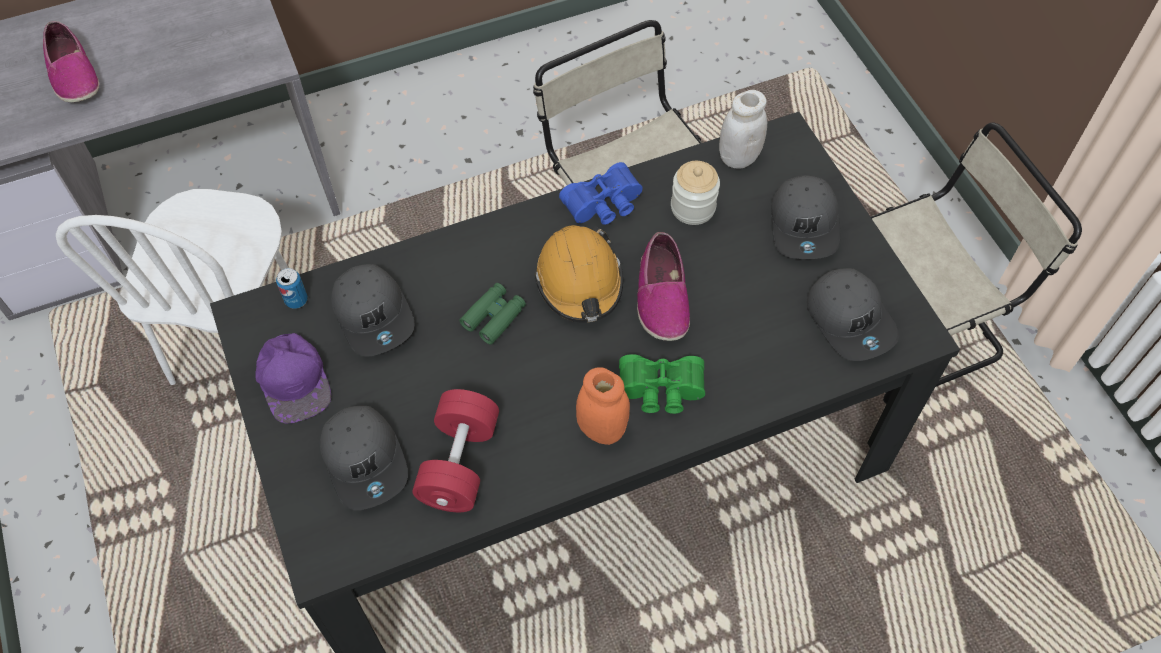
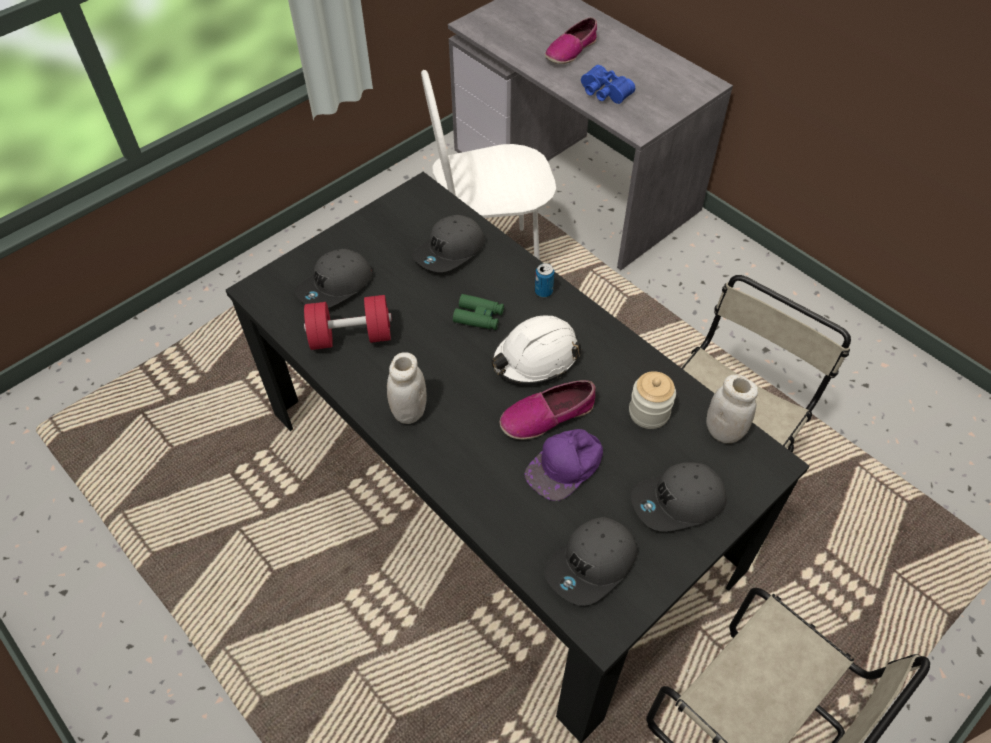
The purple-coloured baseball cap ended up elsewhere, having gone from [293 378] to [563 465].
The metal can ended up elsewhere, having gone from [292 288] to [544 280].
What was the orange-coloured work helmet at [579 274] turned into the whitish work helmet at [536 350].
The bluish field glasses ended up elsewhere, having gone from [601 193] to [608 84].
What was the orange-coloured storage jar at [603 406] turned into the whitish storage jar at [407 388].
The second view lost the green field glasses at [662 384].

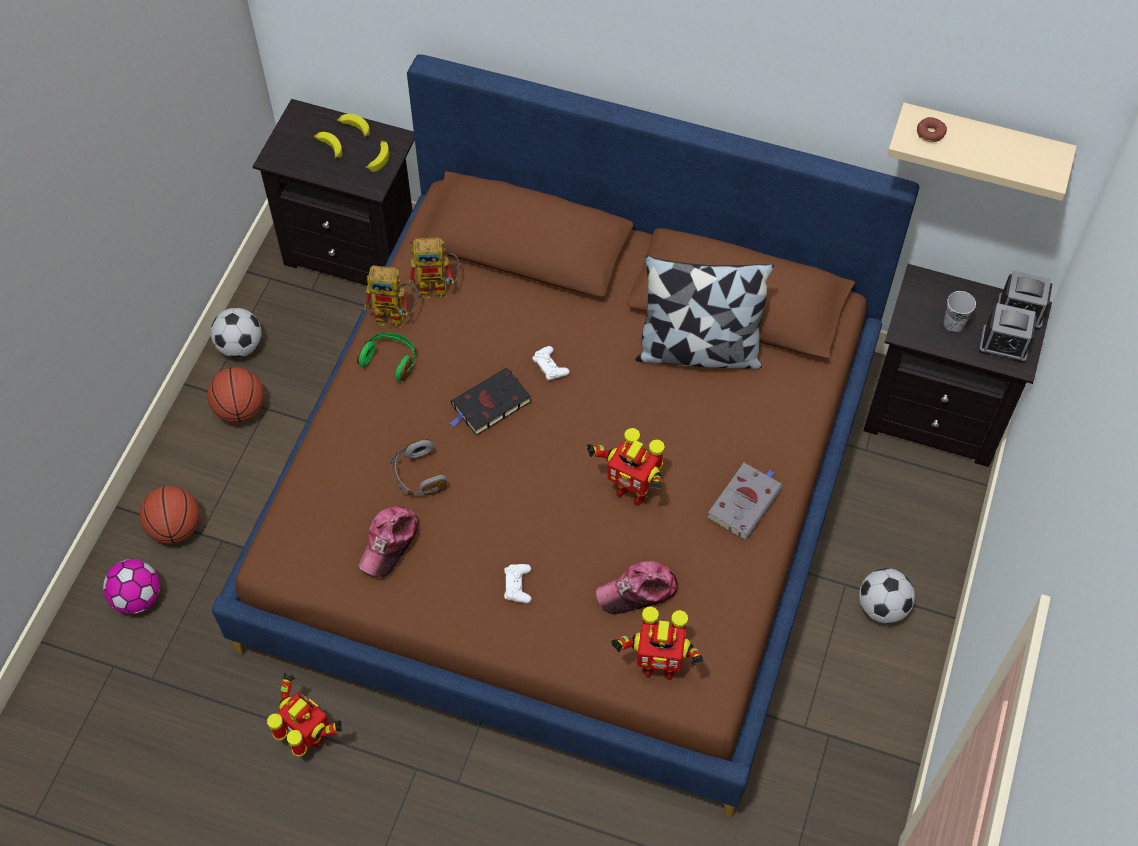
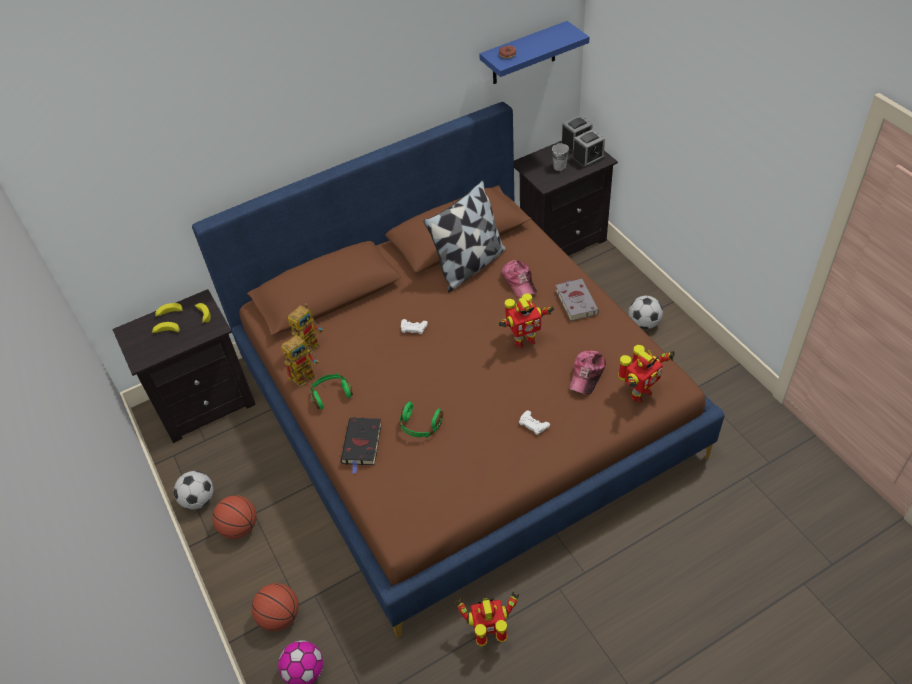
The baseball cap ended up elsewhere, having gone from [389 541] to [519 279].
What was the grey headset at [418 467] turned into the green headset at [421 420].
The black-coloured bound book ended up elsewhere, having gone from [490 401] to [361 445].
What was the sand-coloured bracket shelf at [982 152] turned into the bluish bracket shelf at [534 52].

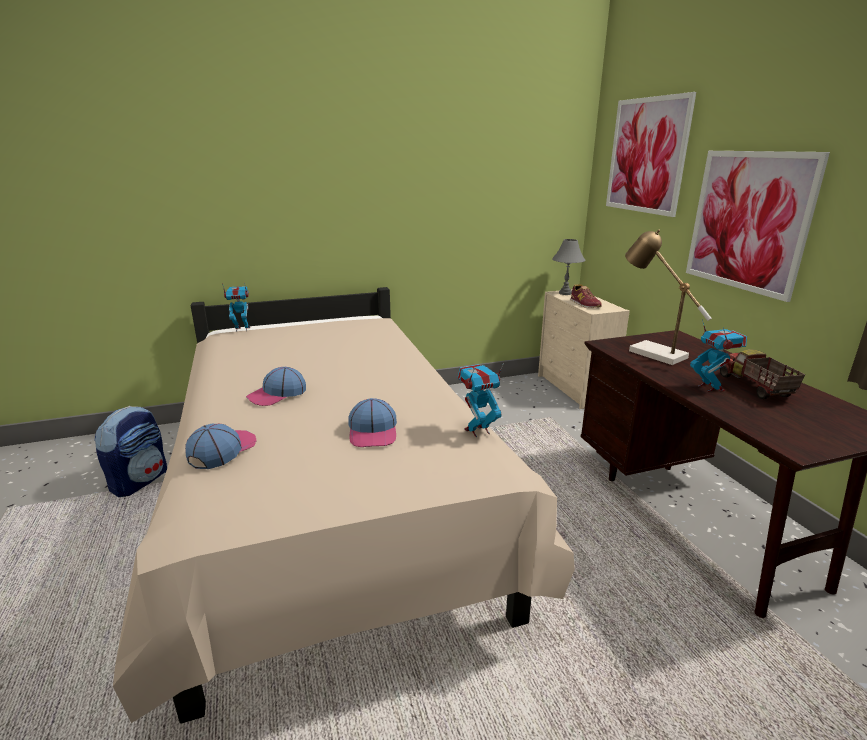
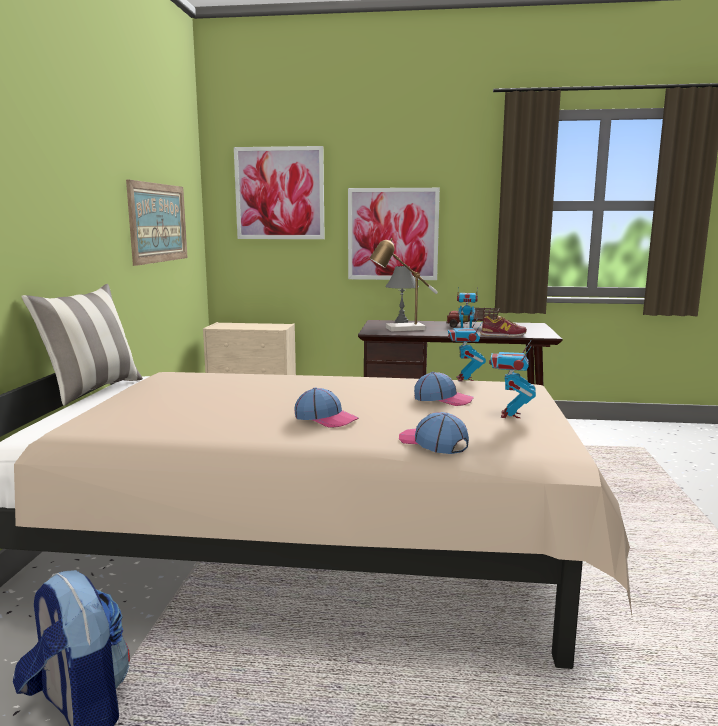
The robot figure ended up elsewhere, having gone from [236 307] to [512 379].
The baseball cap at [276 386] ended up facing another way, 45 degrees counterclockwise from before.
The grey tabletop lamp ended up elsewhere, having gone from [569 267] to [402 294].
The item of footwear ended up elsewhere, having gone from [586 296] to [503 326].
The second view gained the cushion at [82 345].
The second view gained the wall art at [157 223].

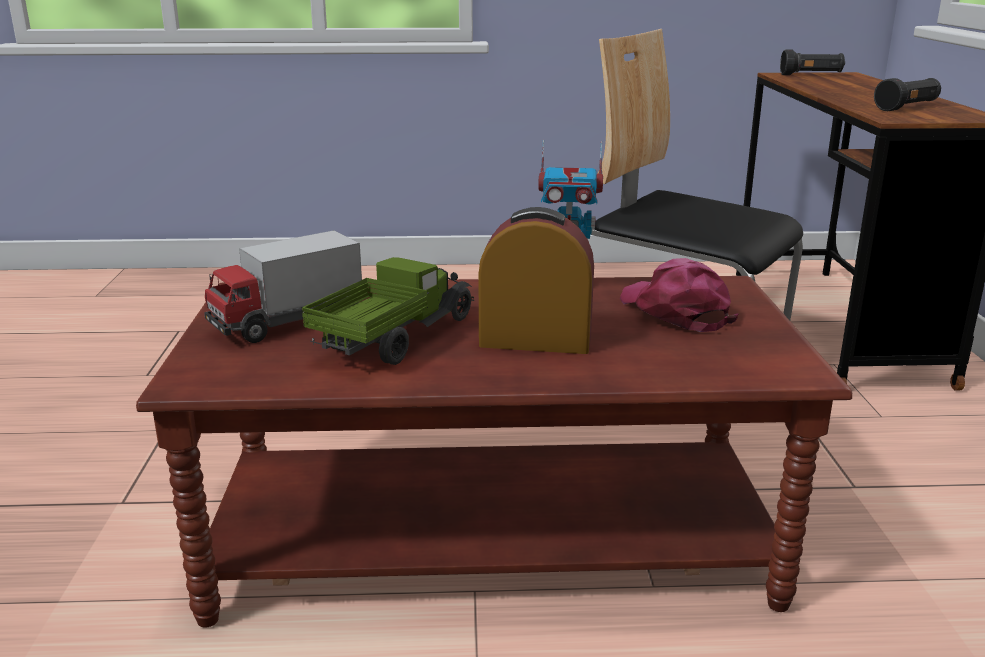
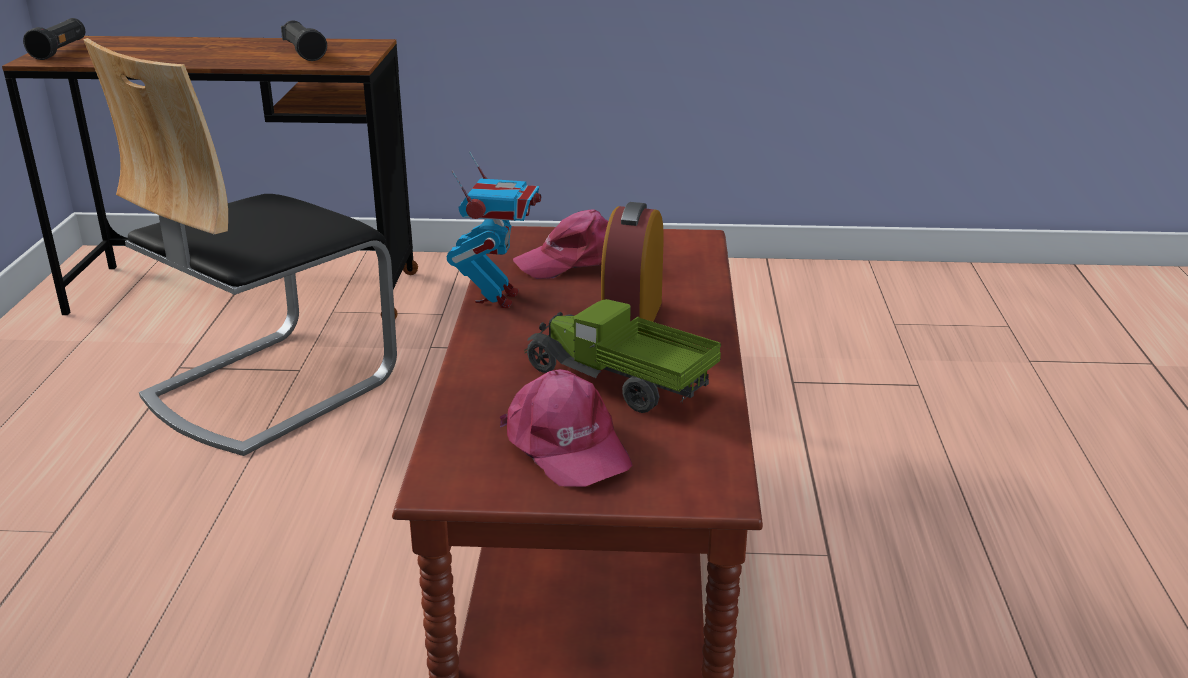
Where the toy lorry stood at [283 286], the pinkish baseball cap came to stand at [566 428].

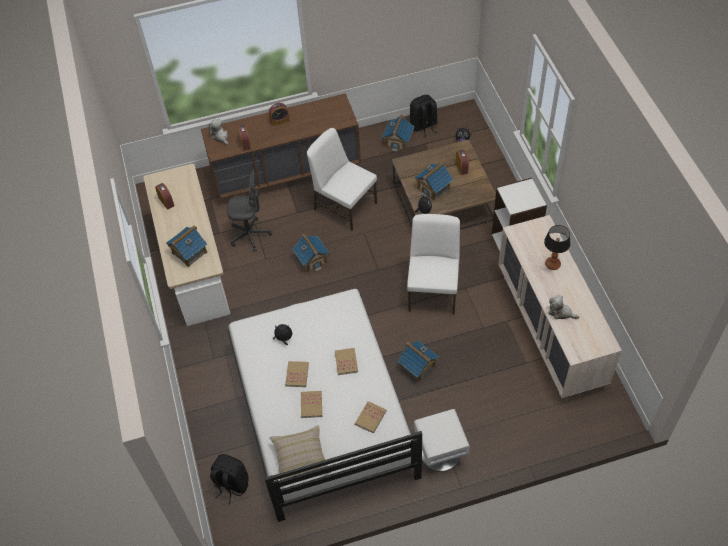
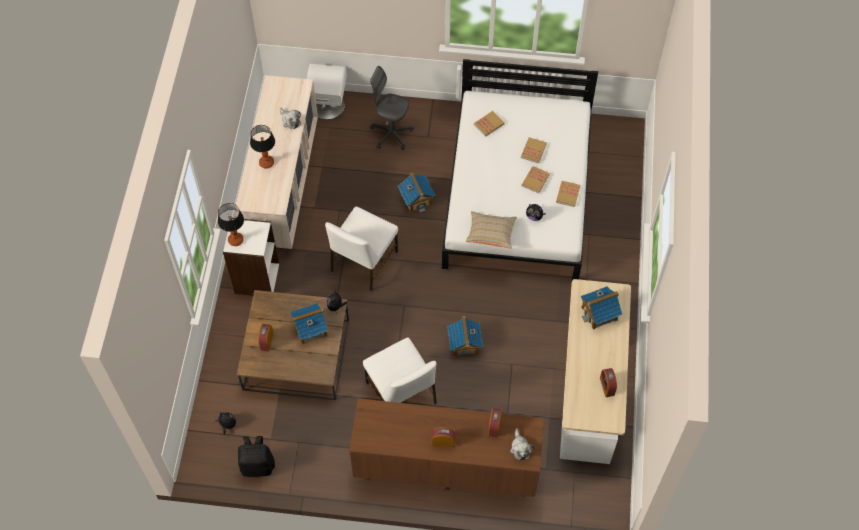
The second view lost the black-coloured rucksack at [229 479].
The grey desk chair ended up elsewhere, having gone from [249 211] to [392 108].
The sand-coloured cushion ended up elsewhere, having gone from [300 452] to [491 230].
The bound book ended up elsewhere, having gone from [346 361] to [568 194].
The second view lost the miniature house at [398 133].
The whitish night table ended up elsewhere, having gone from [442 440] to [326 92].
The second view gained the tabletop lamp at [231 224].

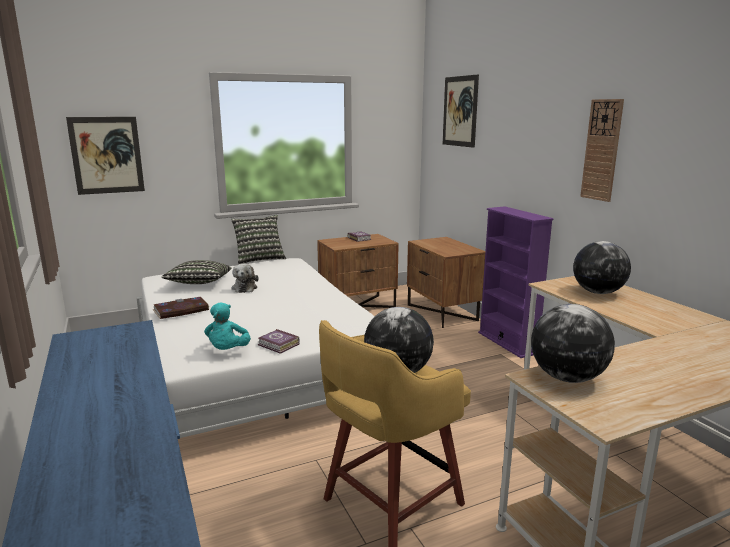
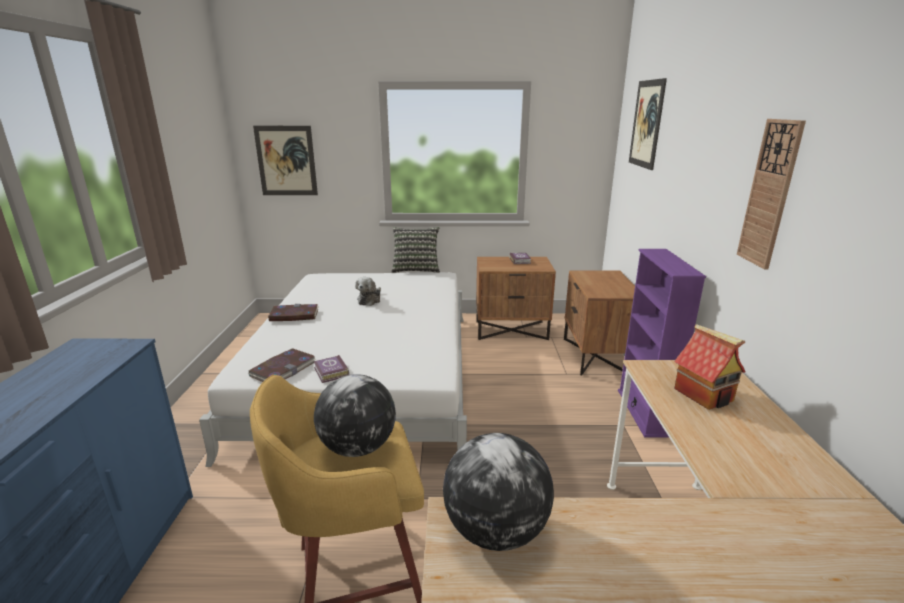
The second view lost the cushion at [196 272].
Where the turquoise plush toy stood at [227 326], the bound book came to stand at [282 365].
Where the world globe stood at [602 267], the miniature house came to stand at [709 367].

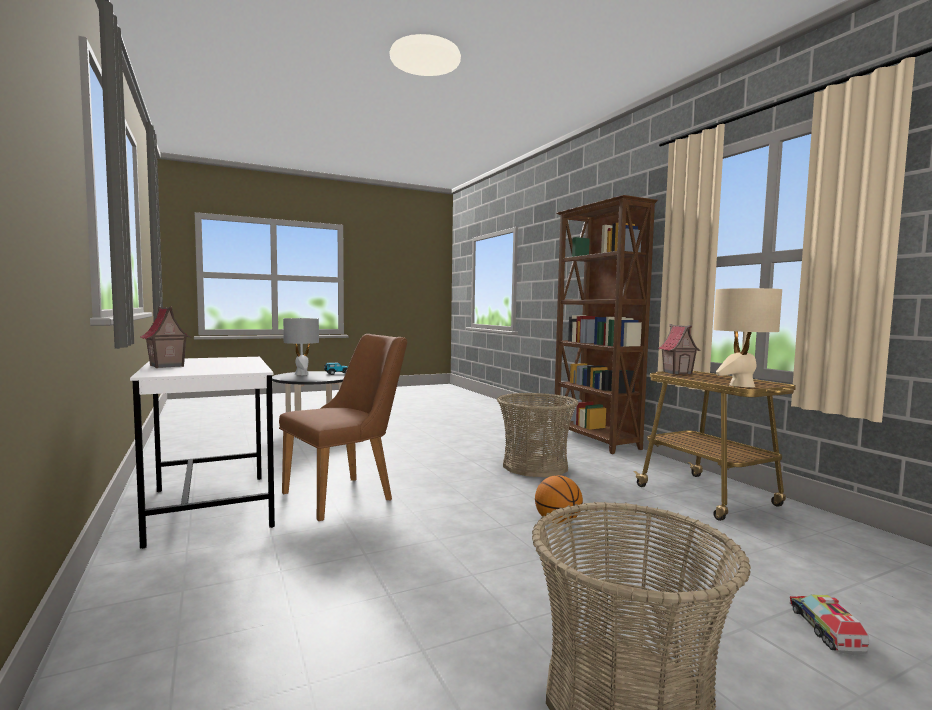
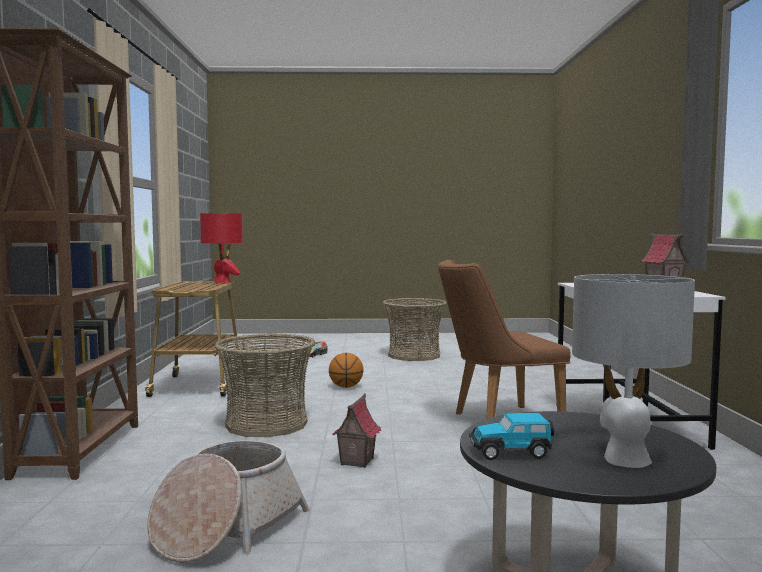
The miniature house ended up elsewhere, having gone from [680 349] to [356 430].
What was the sand-coloured tabletop lamp at [747 337] turned into the red tabletop lamp at [221 248].
The second view gained the household basket at [228 501].

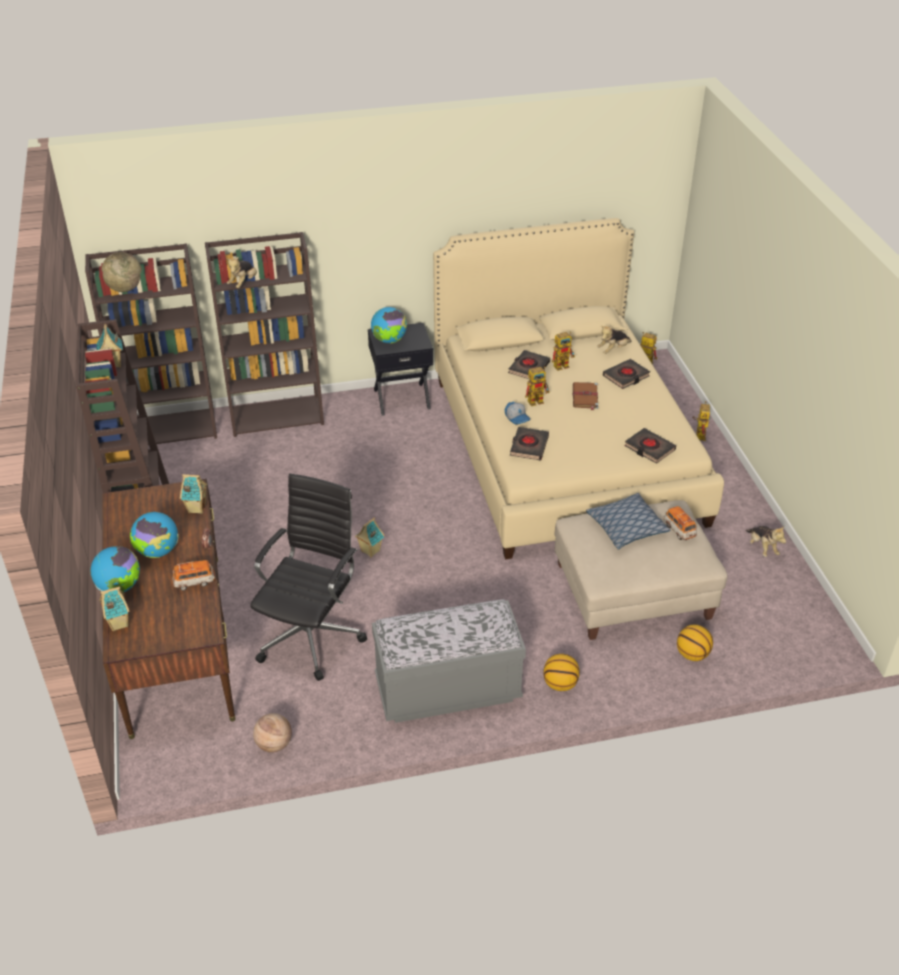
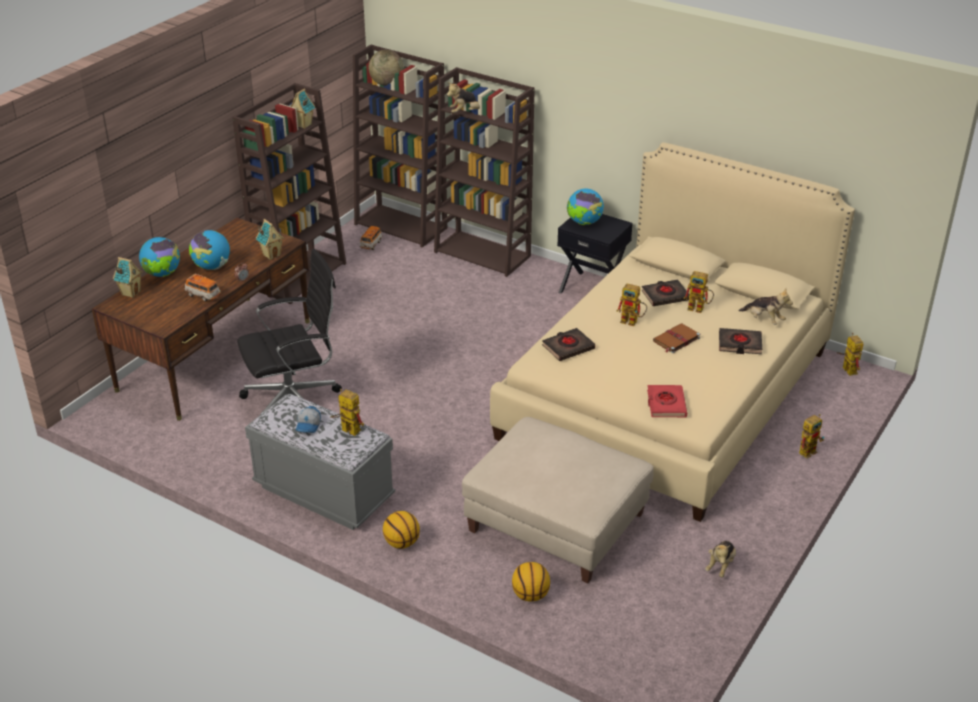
The second view lost the ball for basketball at [272 733].
The second view lost the miniature house at [370 538].
The baseball cap ended up elsewhere, having gone from [517 413] to [308 419].
The second view lost the cushion at [628 521].
The plush toy at [614 340] ended up facing another way, 150 degrees counterclockwise from before.
What was the black-coloured bound book at [650 446] turned into the red bound book at [667 401].
The toy car ended up elsewhere, having gone from [680 523] to [371 238].
The second view gained the robot figure at [347 412].

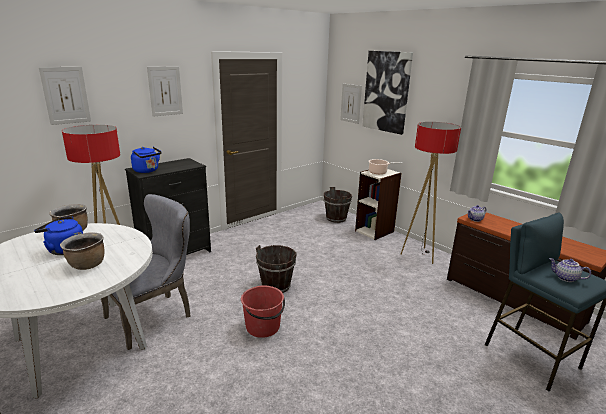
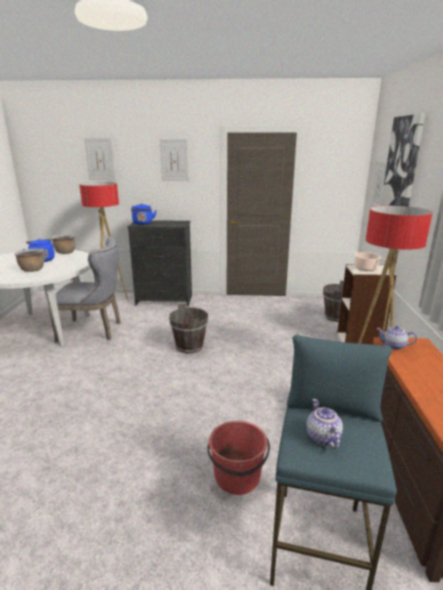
The red water bucket ended up elsewhere, having gone from [263 312] to [238 458].

